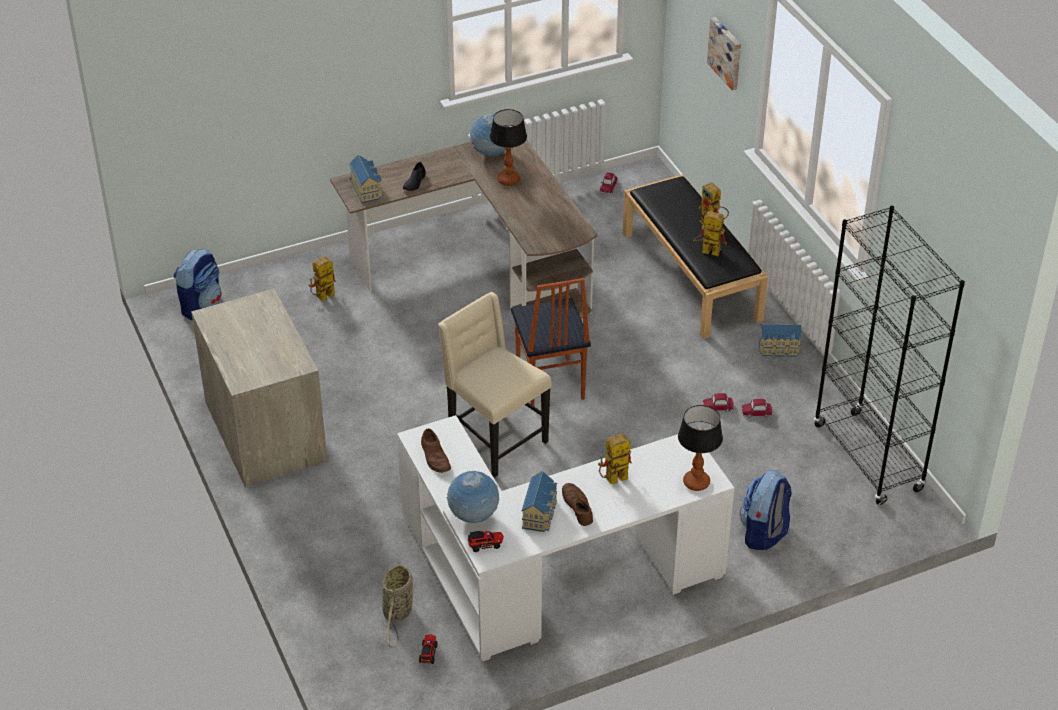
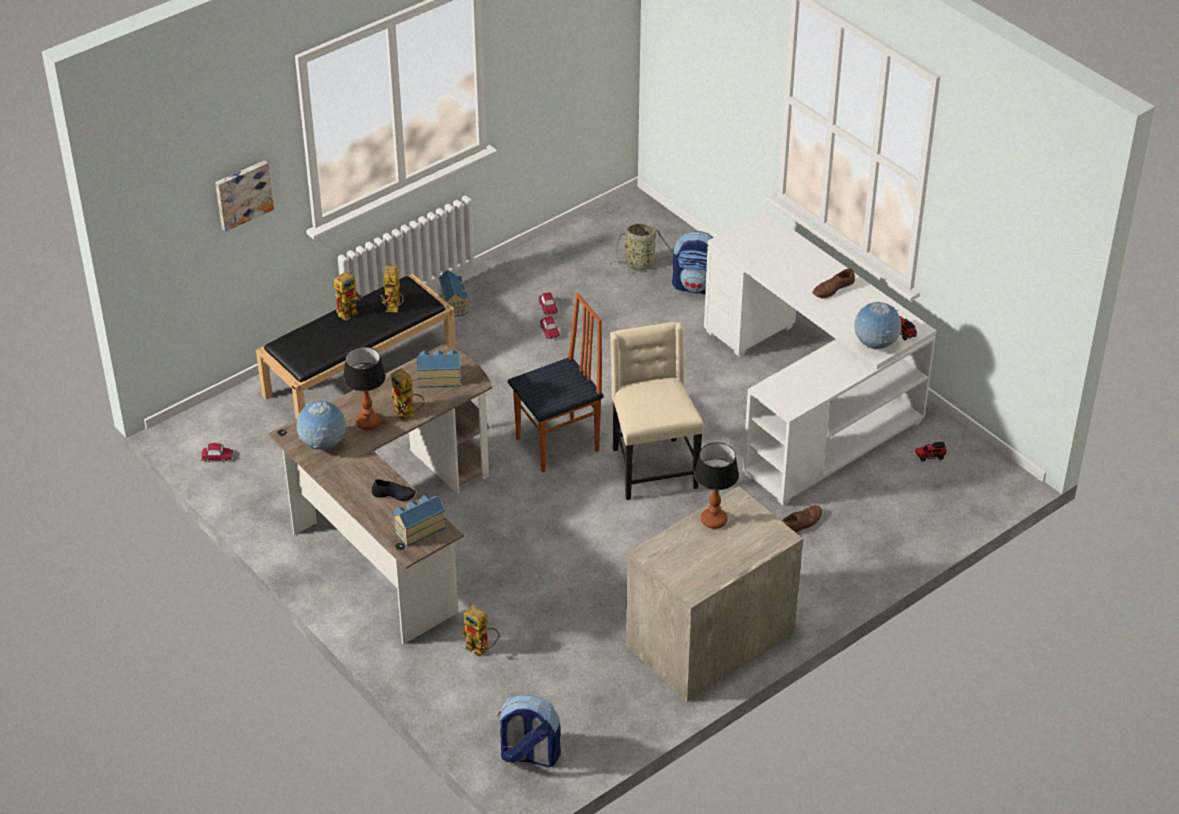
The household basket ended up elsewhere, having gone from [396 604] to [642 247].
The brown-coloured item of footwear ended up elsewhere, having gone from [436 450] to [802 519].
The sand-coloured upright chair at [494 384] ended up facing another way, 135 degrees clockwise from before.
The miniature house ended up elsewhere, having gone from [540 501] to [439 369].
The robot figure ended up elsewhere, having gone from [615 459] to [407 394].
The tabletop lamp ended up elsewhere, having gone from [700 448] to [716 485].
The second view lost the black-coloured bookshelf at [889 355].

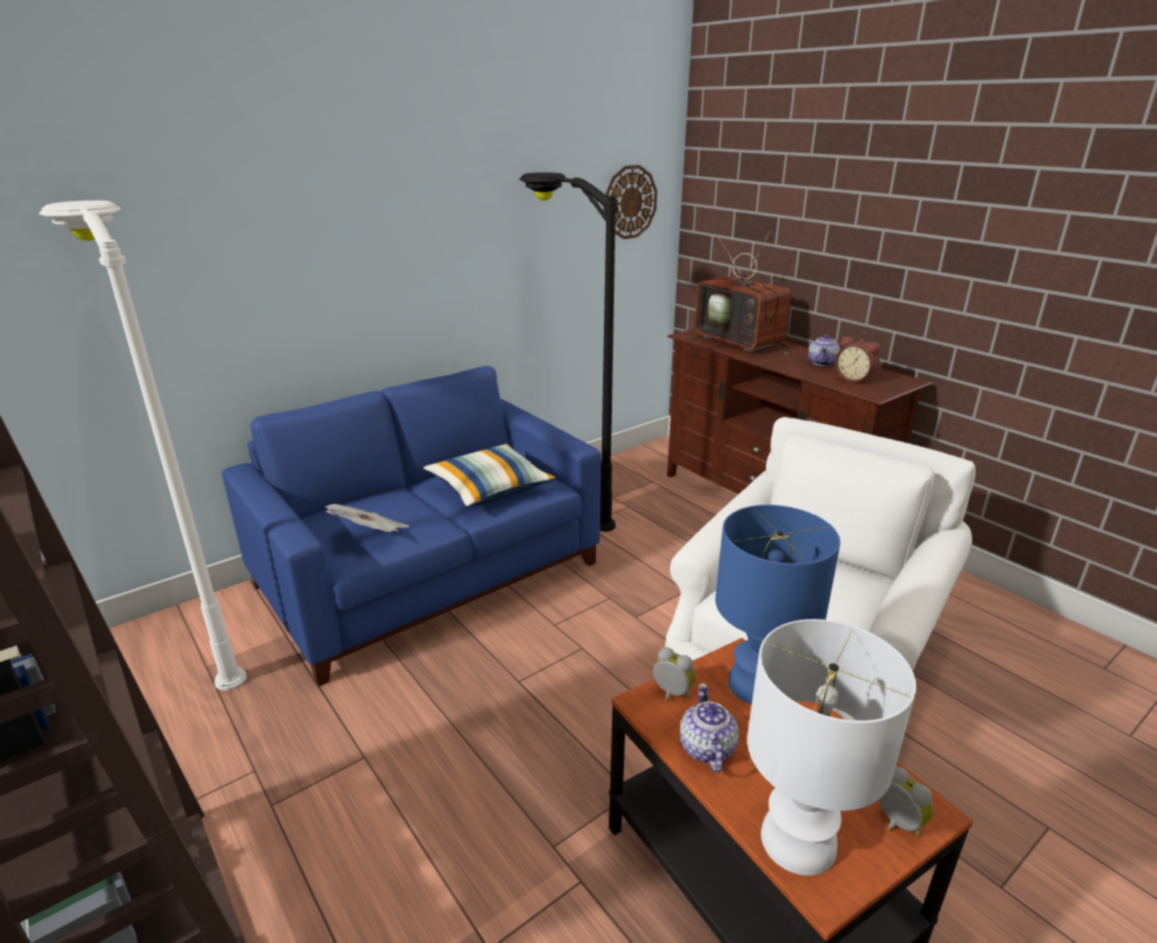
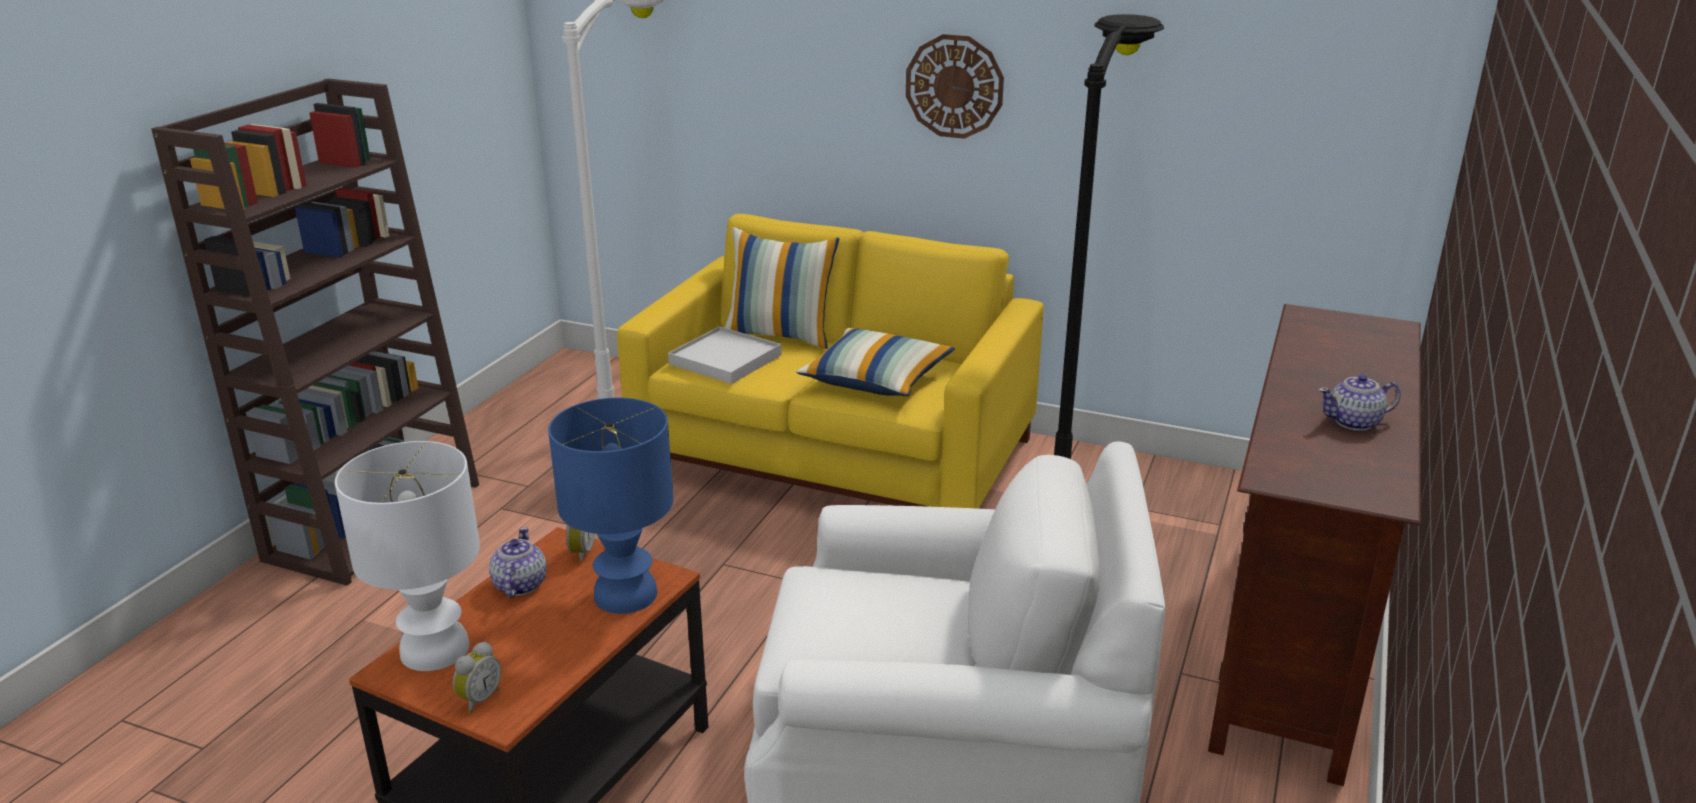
What was the bluish sofa at [411 526] turned into the yellow sofa at [830 361].
Where the newspaper stood at [367 518], the whitish carrying tray came to stand at [725 355].
The hanging clock ended up elsewhere, having gone from [630 202] to [955 86].
The tea pot at [709 728] ended up facing another way, 60 degrees counterclockwise from before.
The second view lost the TV at [743 293].
The second view lost the table clock at [857 360].
The second view gained the cushion at [781 288].

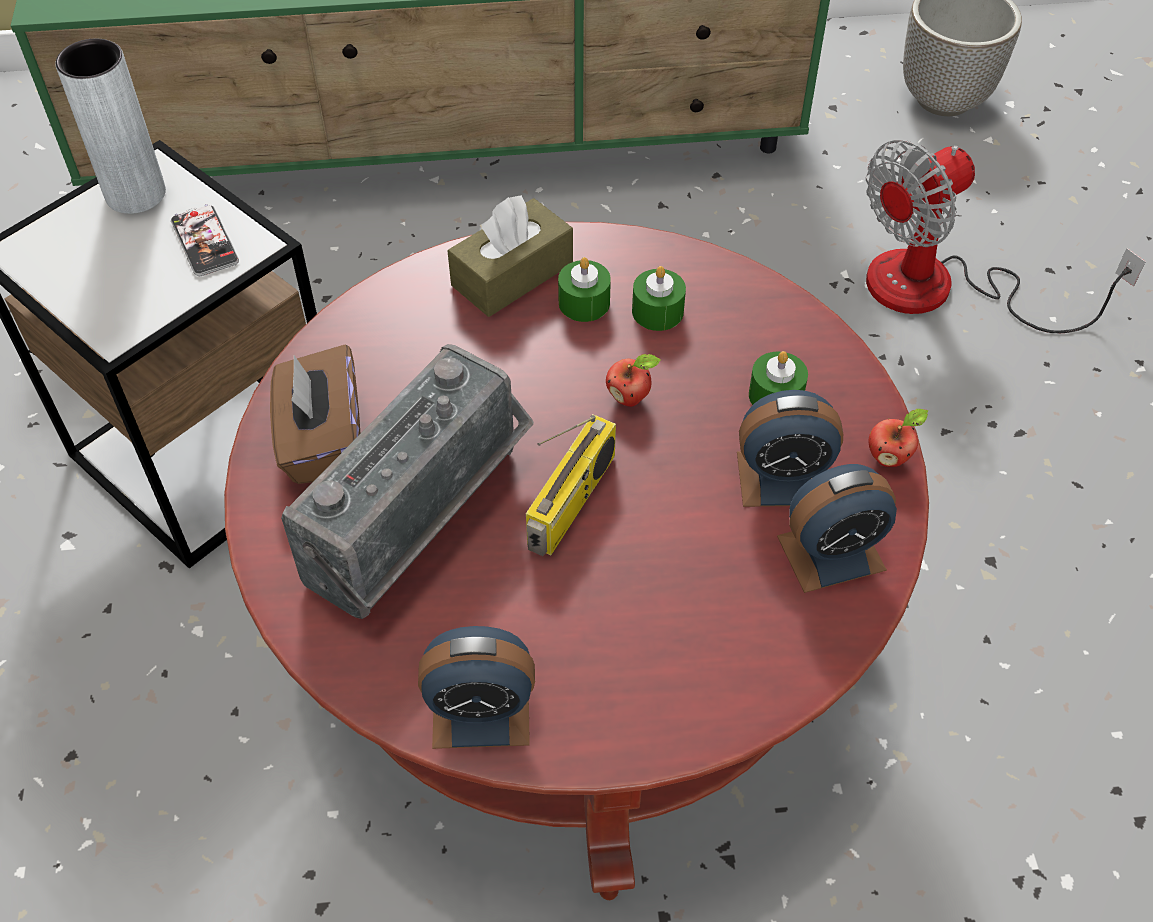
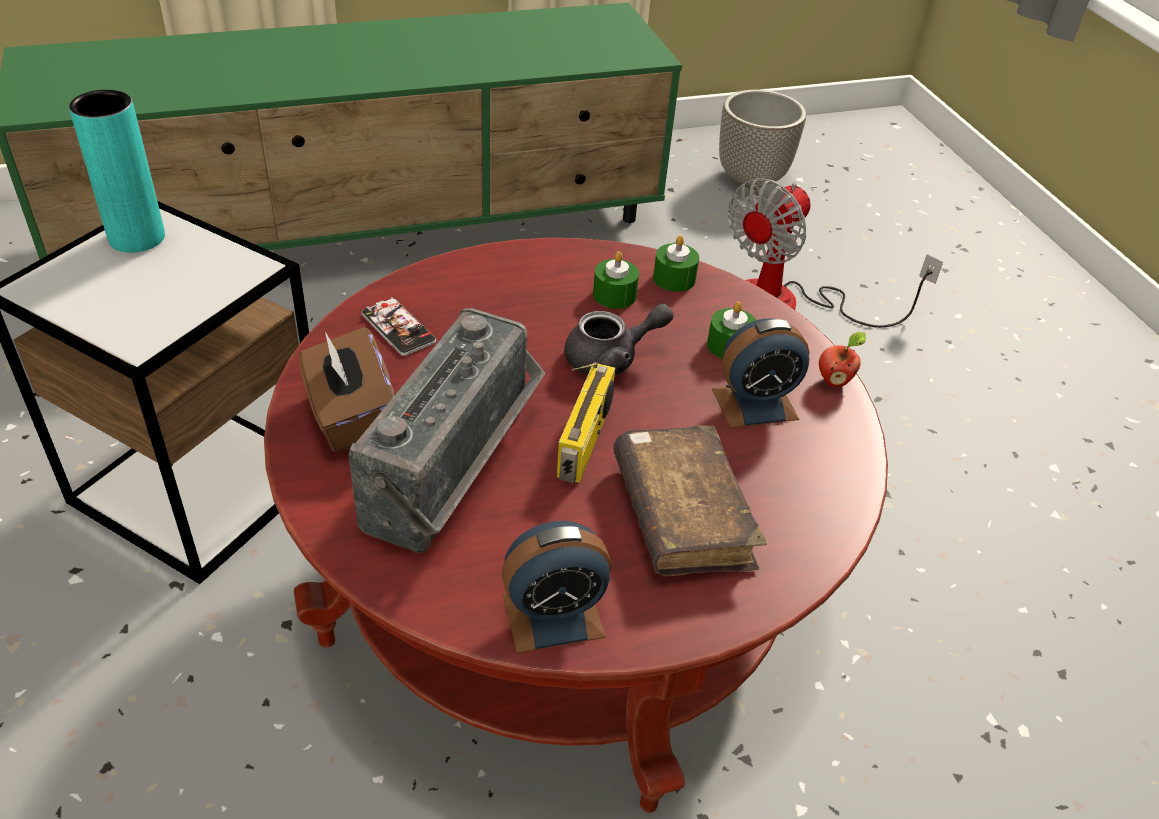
What was the grey flower vase at [110 126] turned into the turquoise flower vase at [117 171].
The handset ended up elsewhere, having gone from [205 240] to [398 326].
The second view lost the brown-coloured box of tissues at [510 256].
The green wax candle ended up elsewhere, having gone from [584 289] to [676 263].
Where the apple fruit stood at [633 380], the grey tea pot came to stand at [618 339].
The second view lost the table clock at [837 528].
The second view gained the brown-coloured bound book at [690 501].

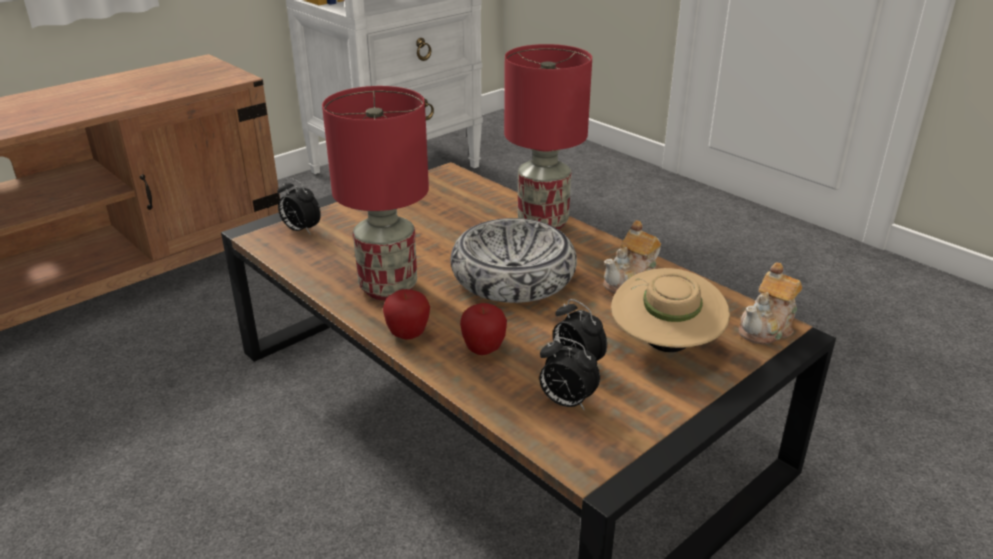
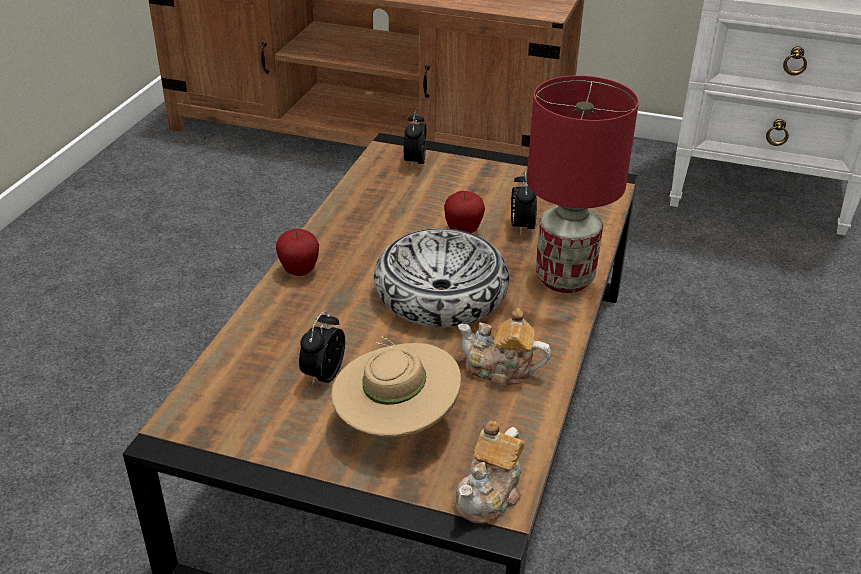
The second view lost the red tabletop lamp at [375 193].
The apple fruit ended up elsewhere, having gone from [483 329] to [464 212].
The table clock ended up elsewhere, having gone from [569 373] to [524 203].
The tea pot at [770 303] ended up facing another way, 75 degrees counterclockwise from before.

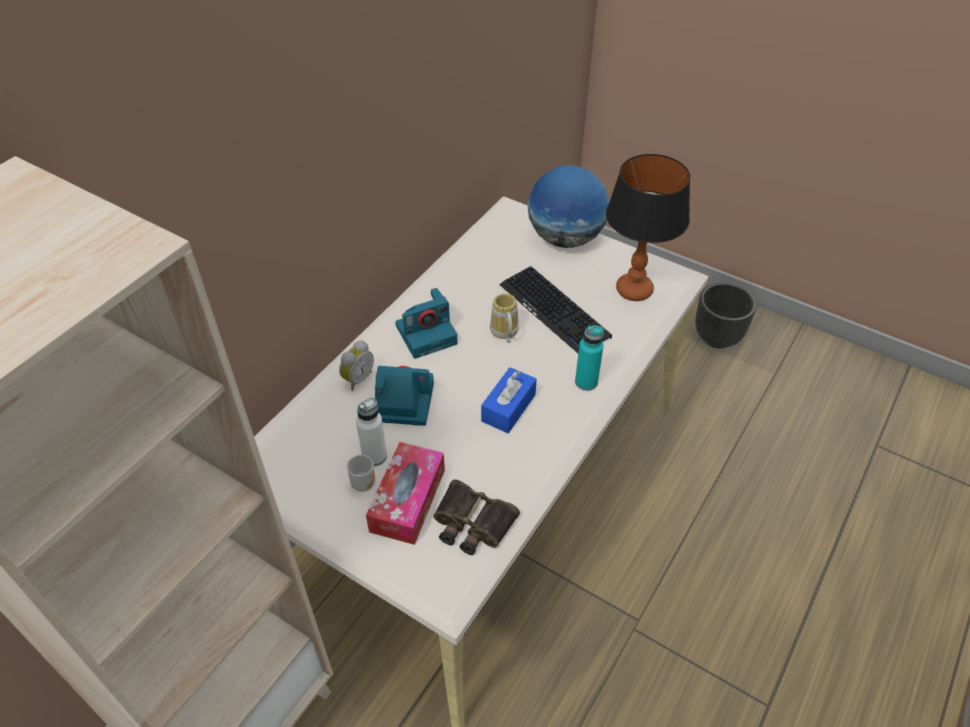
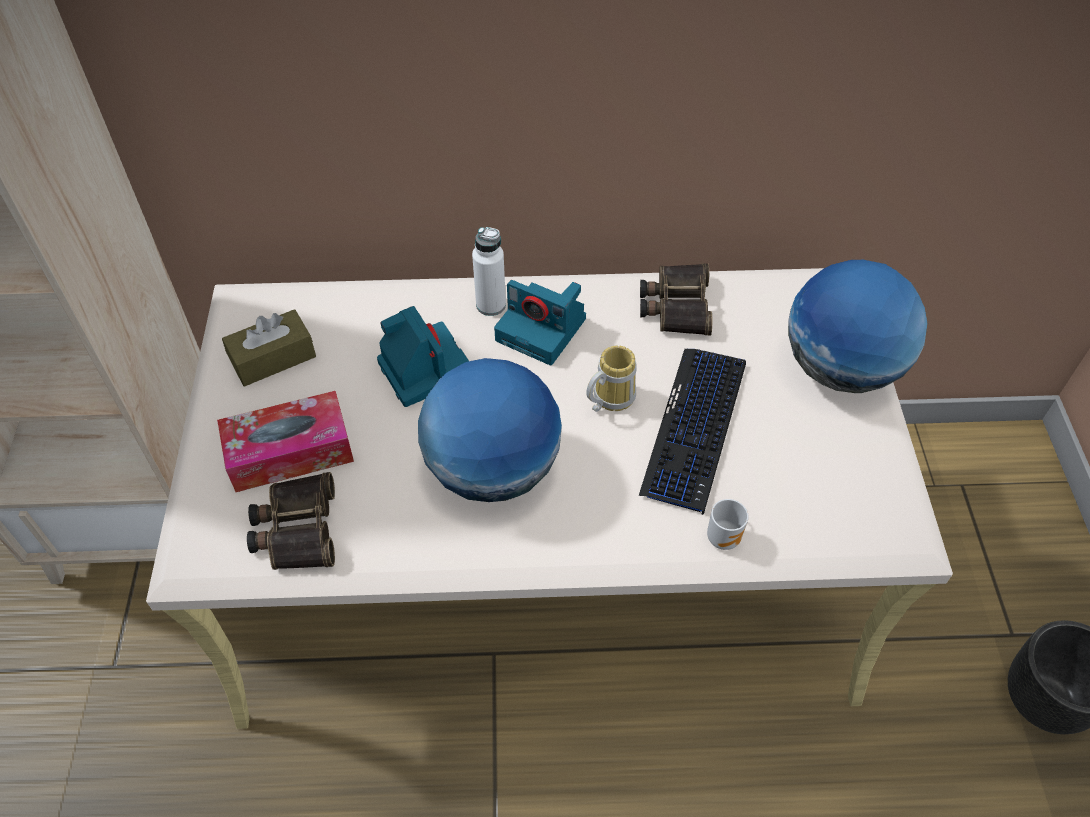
The second view lost the table clock at [356 365].
The mug ended up elsewhere, having gone from [361 473] to [727 524].
The whitish drink bottle ended up elsewhere, having gone from [371 431] to [489 271].
Where the bluish box of tissues stood at [509 400], the world globe came to stand at [490 430].
The second view lost the turquoise drink bottle at [589 358].
The second view lost the tabletop lamp at [648 227].
The second view gained the brown-coloured box of tissues at [269 348].
The second view gained the field glasses at [676 299].

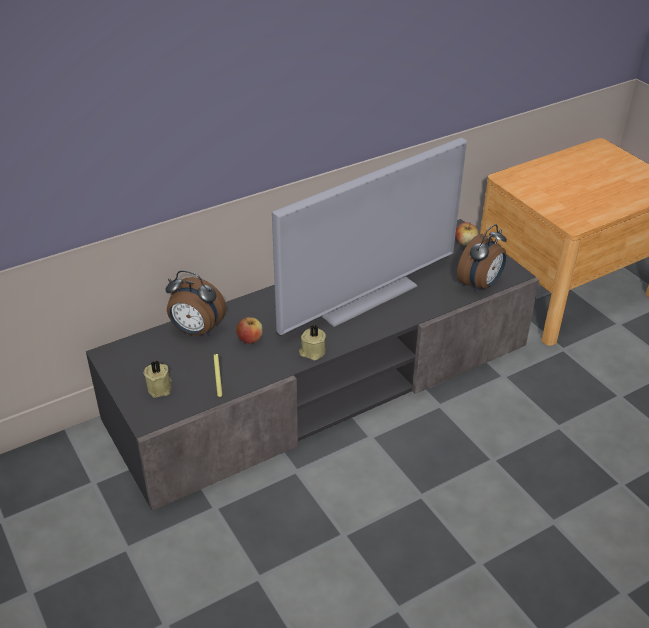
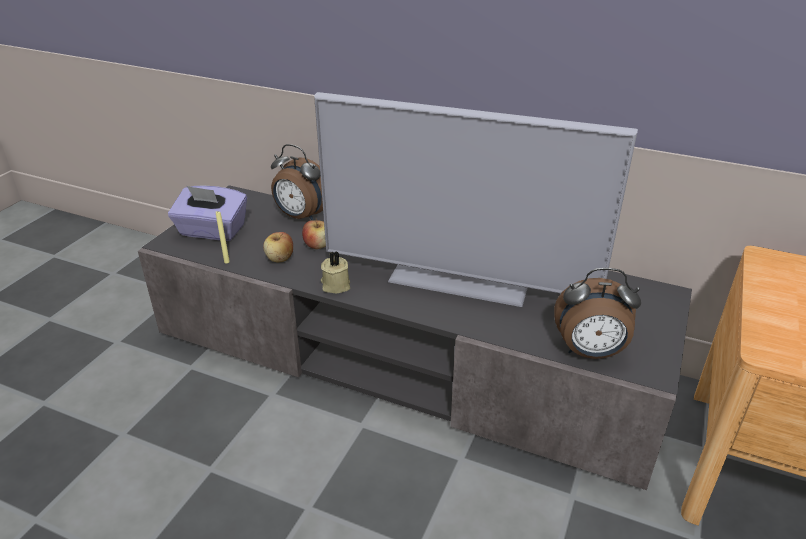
Where the sand-coloured wax candle stood at [157 379], the purple-coloured box of tissues came to stand at [207 213].
The table clock at [196 303] ended up facing another way, 45 degrees counterclockwise from before.
The apple fruit ended up elsewhere, having gone from [467 234] to [278 247].

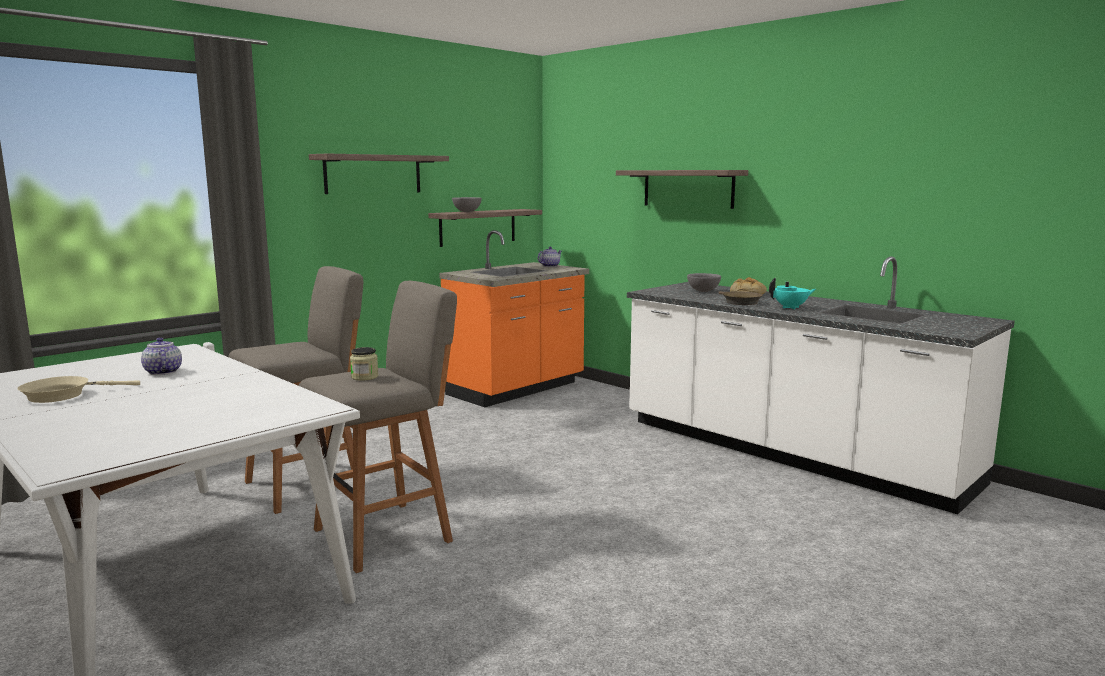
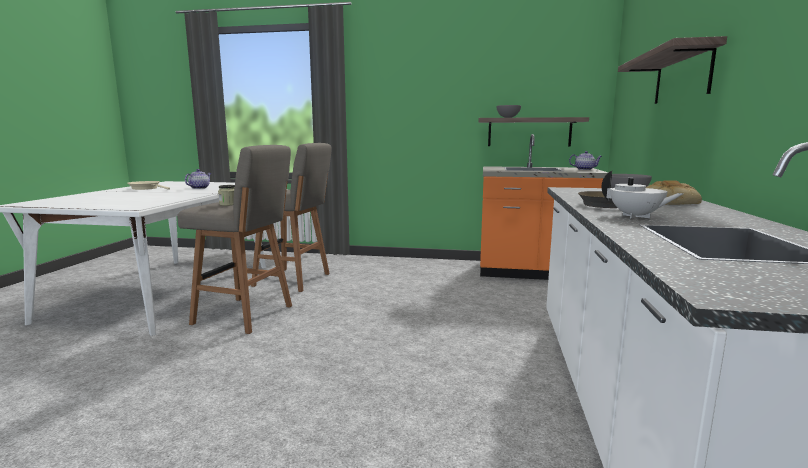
The second view lost the bracket shelf at [379 173].
What was the turquoise tea pot at [792 293] turned into the whitish tea pot at [643 194].

